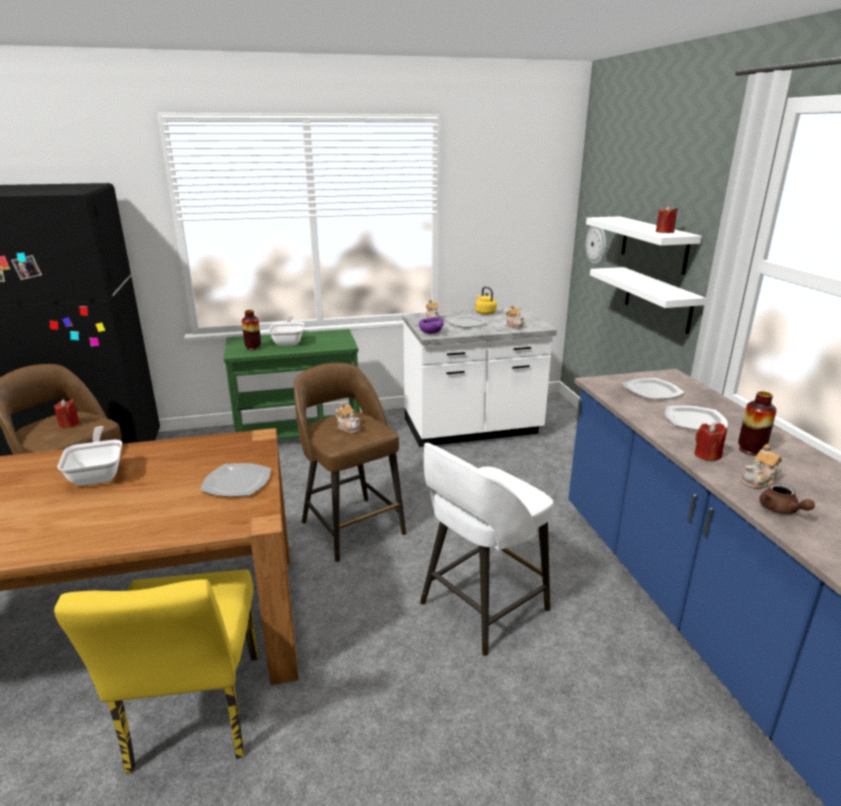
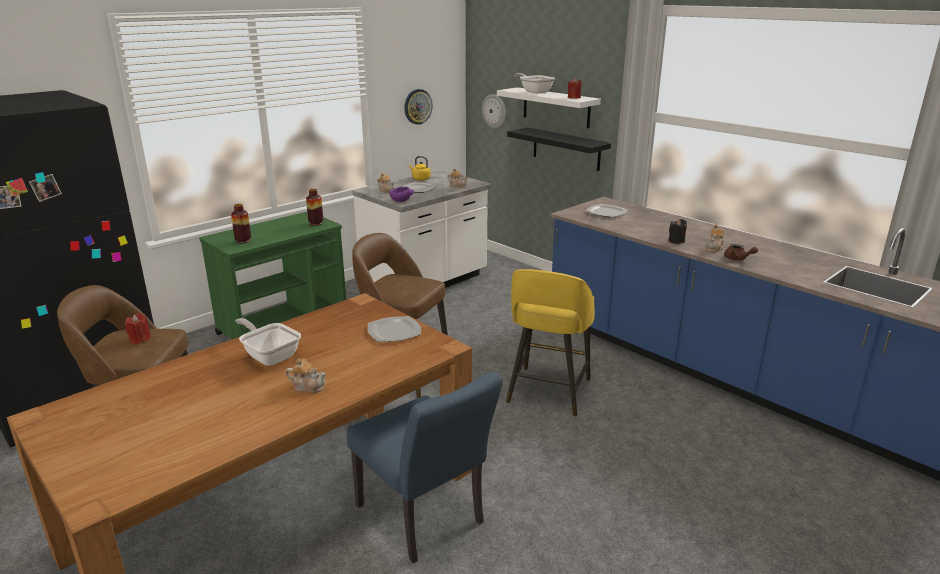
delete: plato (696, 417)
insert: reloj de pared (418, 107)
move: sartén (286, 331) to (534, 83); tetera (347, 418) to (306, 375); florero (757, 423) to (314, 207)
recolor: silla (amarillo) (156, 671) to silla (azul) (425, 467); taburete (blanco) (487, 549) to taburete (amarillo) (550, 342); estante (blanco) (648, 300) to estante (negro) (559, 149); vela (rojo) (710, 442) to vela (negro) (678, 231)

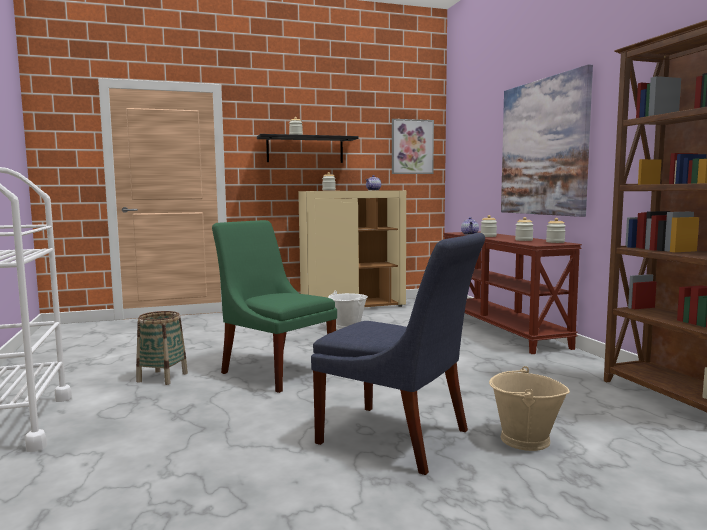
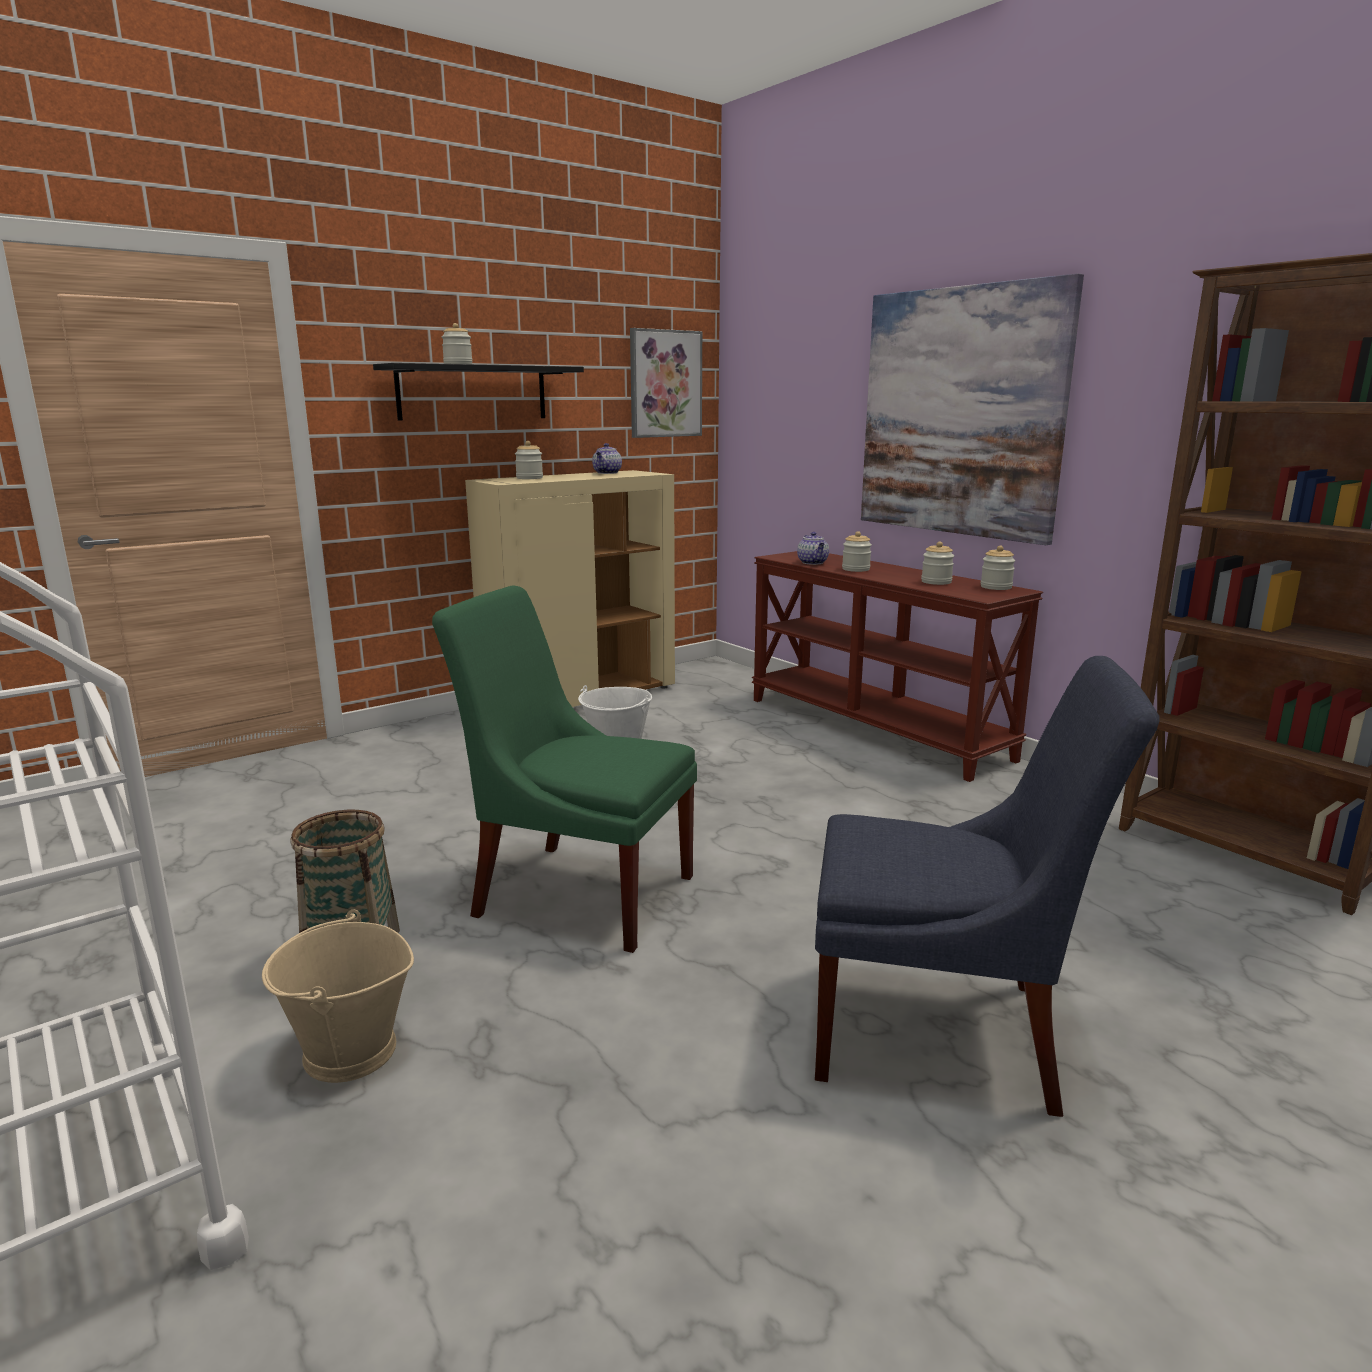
move: cubo (beis) (529, 408) to (338, 996)

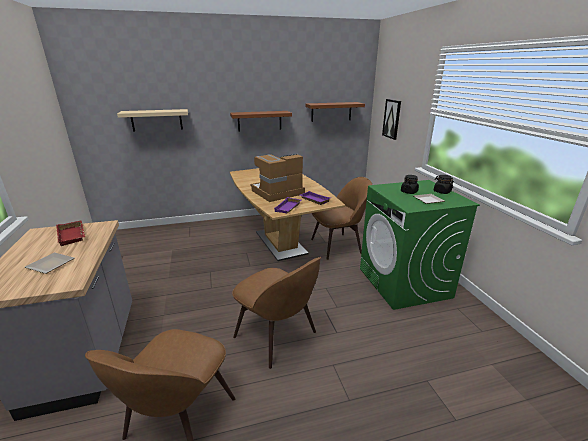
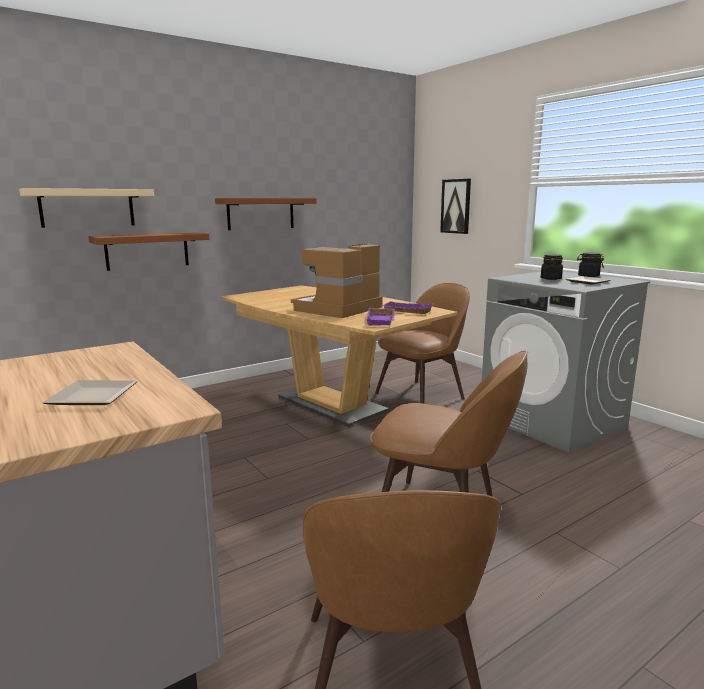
delete: bandeja (rojo) (70, 233)
move: estante (marrón) (335, 112) to (148, 251)
recolor: lavadora (verde) (420, 245) to lavadora (gris) (566, 362)

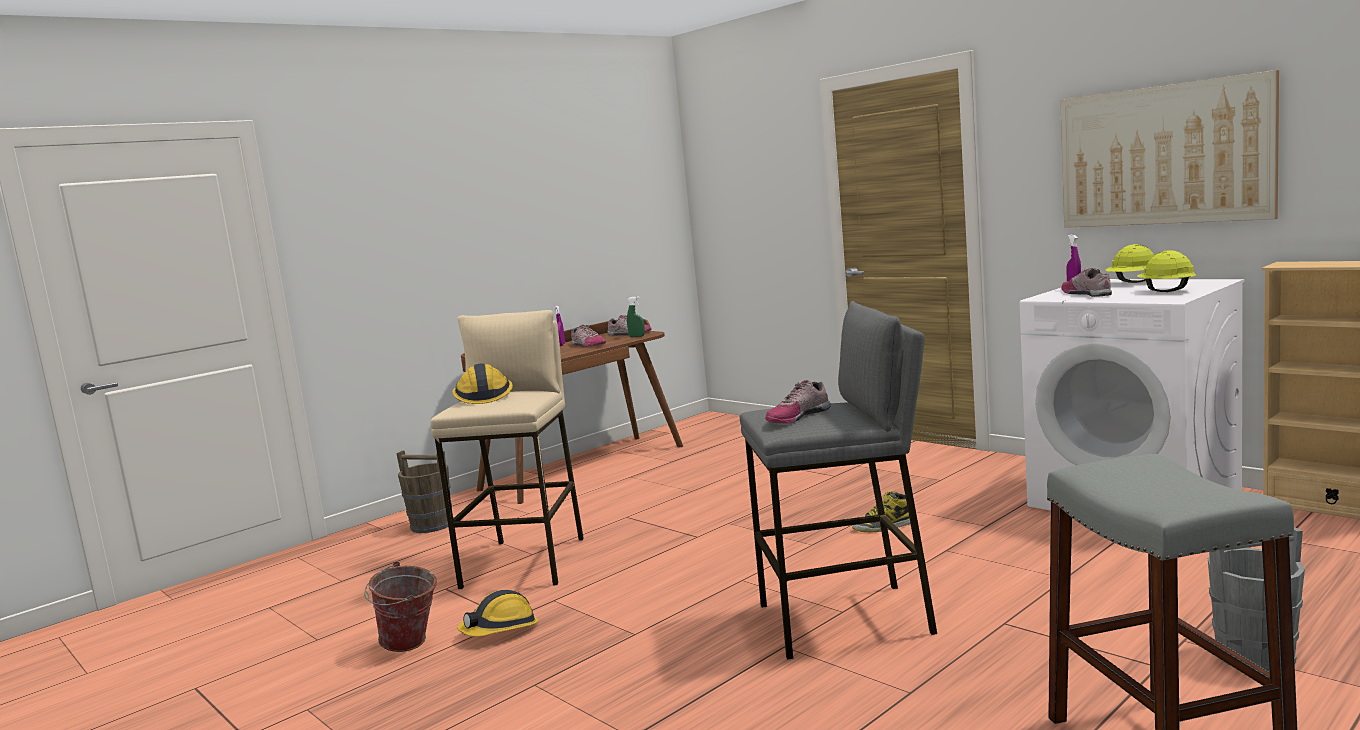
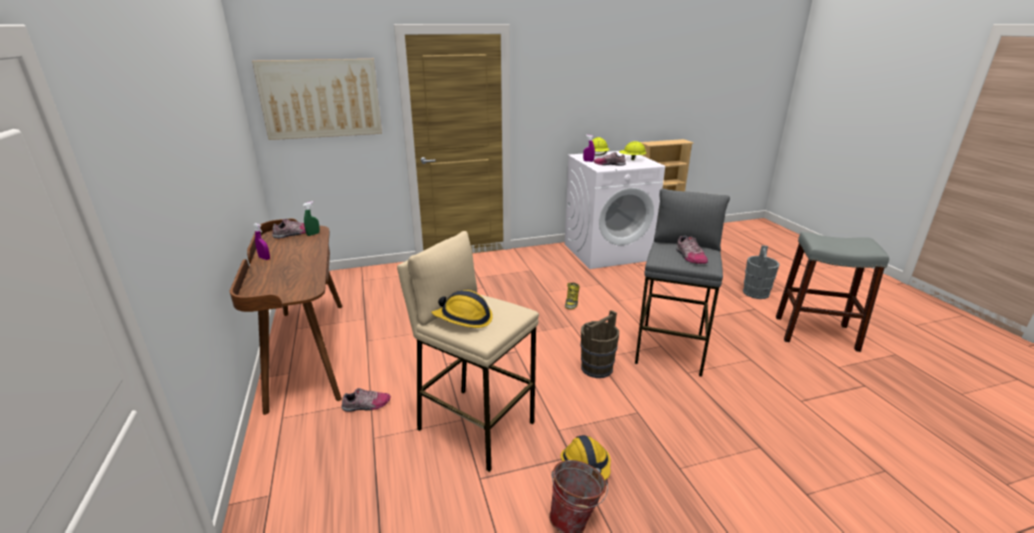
move: cubo (marrón) (424, 491) to (600, 344); zapato (588, 336) to (366, 400); cuadro (1169, 149) to (317, 99)

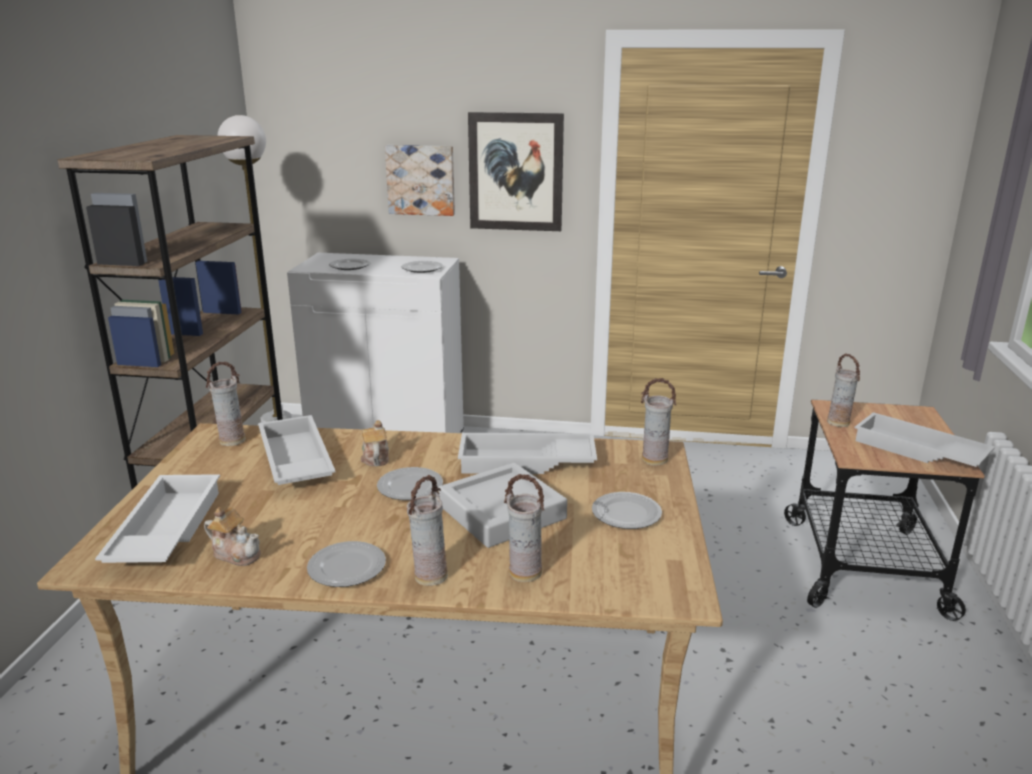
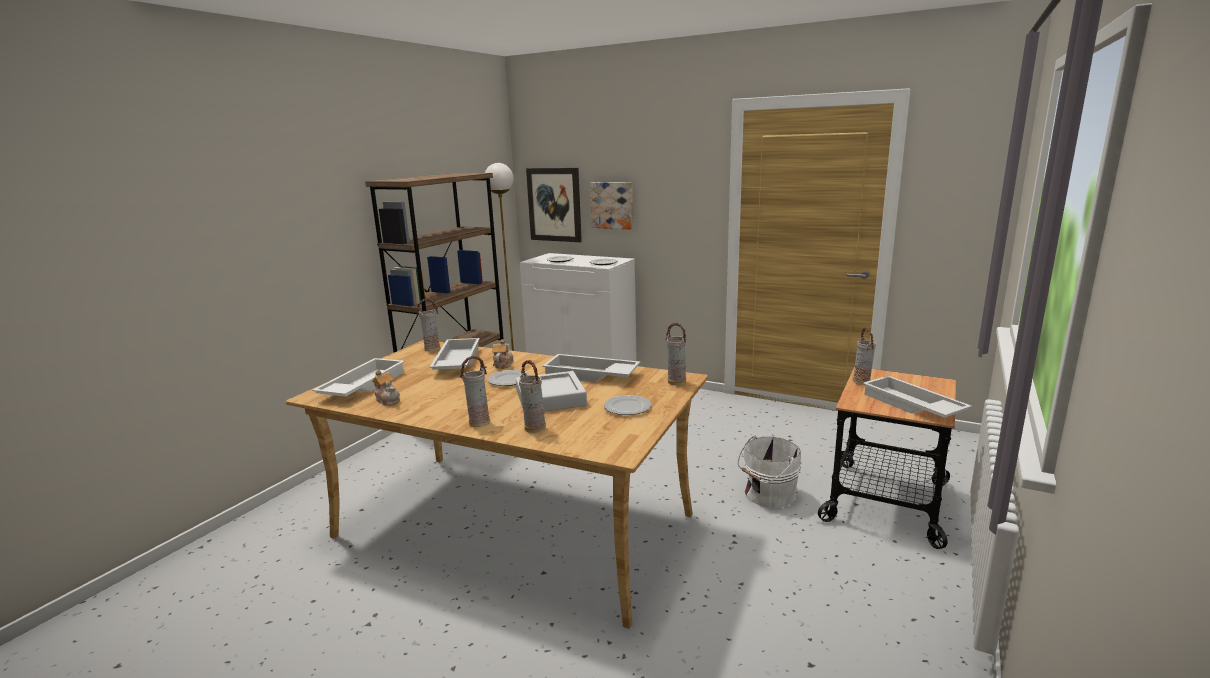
delete: plato (346, 564)
insert: cubo (blanco) (769, 471)
move: cuadro (516, 171) to (554, 205)

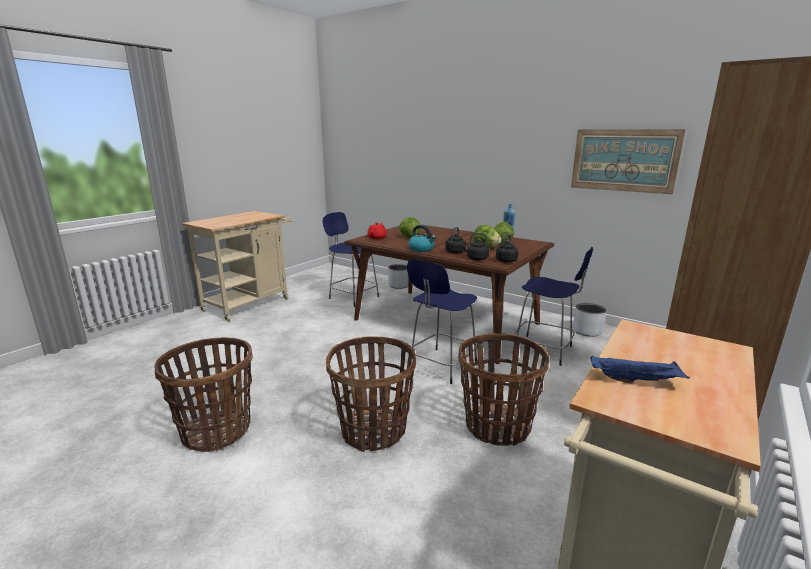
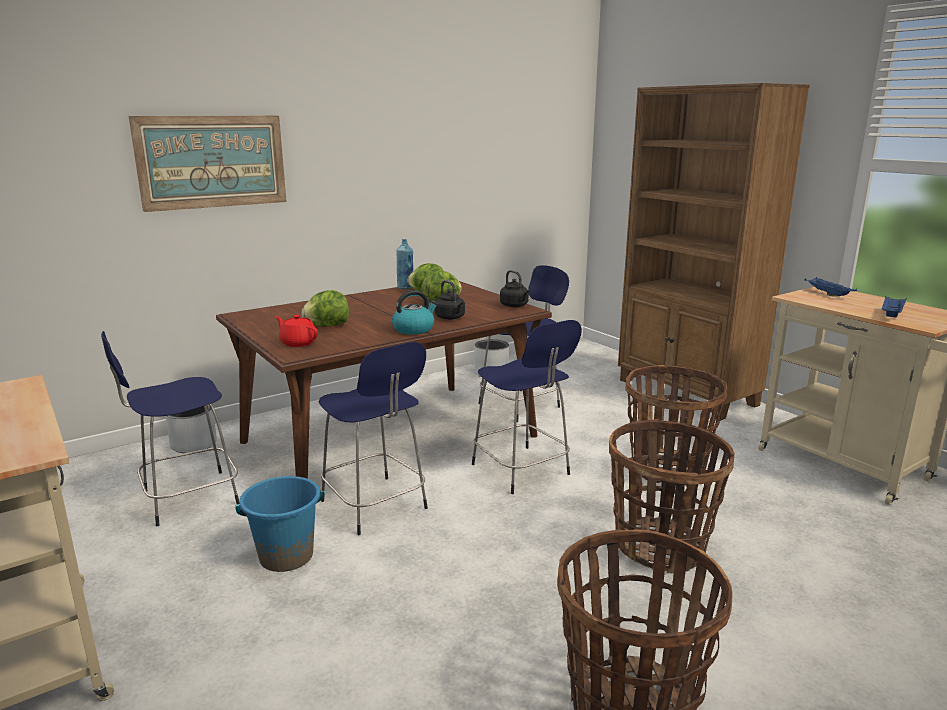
delete: hervidor (negro) (475, 246)
insert: cubo (azul) (280, 524); taburete (azul) (373, 438); bandeja (azul) (830, 286)
move: cuadro (628, 161) to (208, 164)

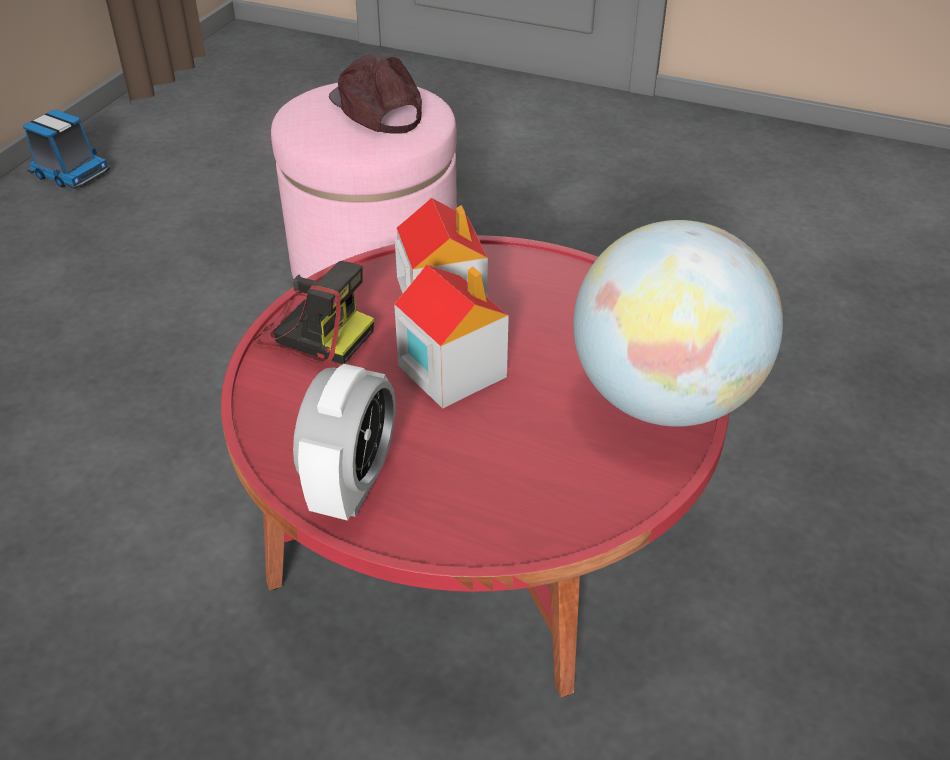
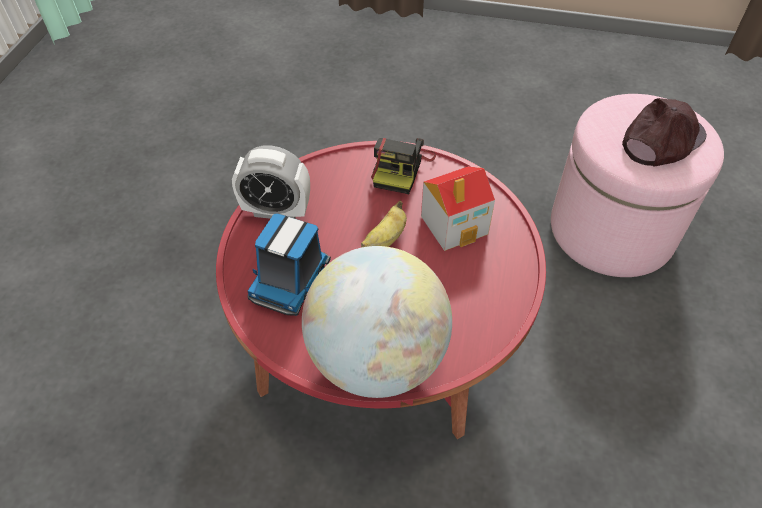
move: camión de juguete (66, 149) to (289, 264)
replace: casita (451, 337) to plátano (384, 224)

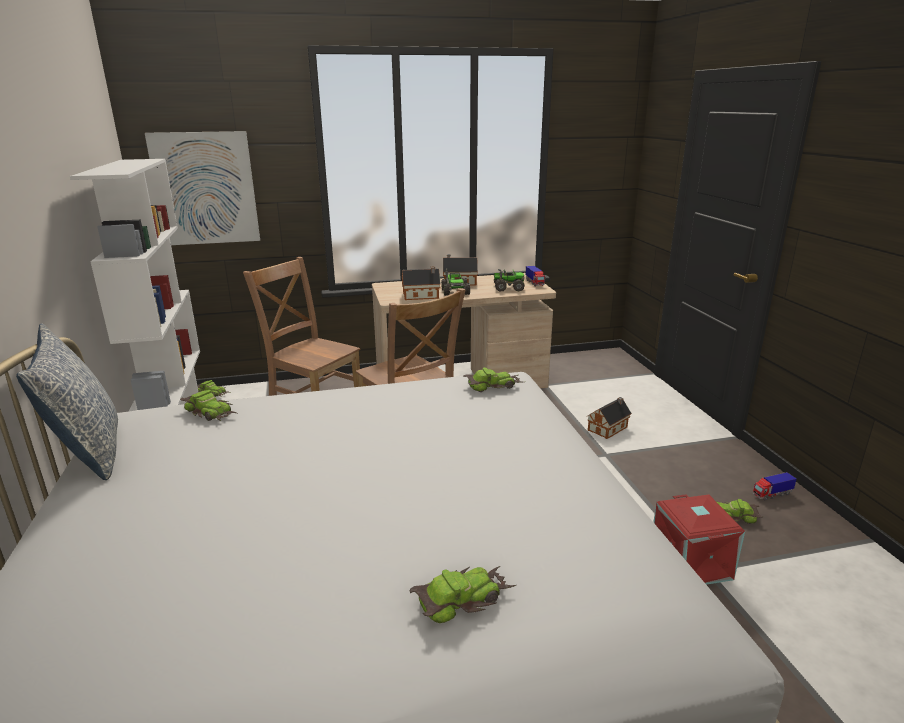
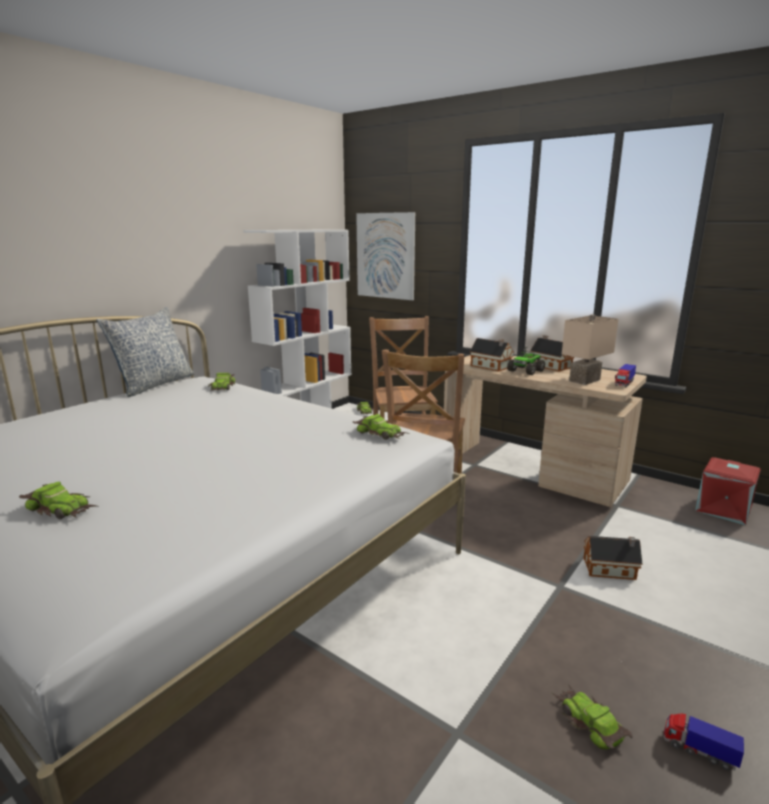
move: caja de almacenaje (rojo) (699, 539) to (728, 491)
replace: camión de juguete (509, 280) to lámpara de mesa (beis) (590, 349)

